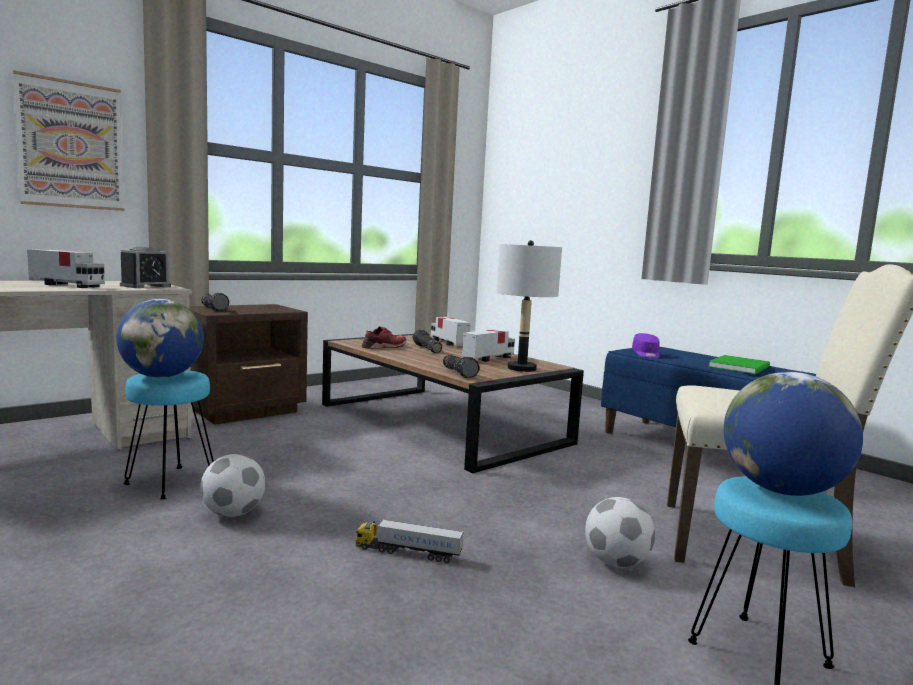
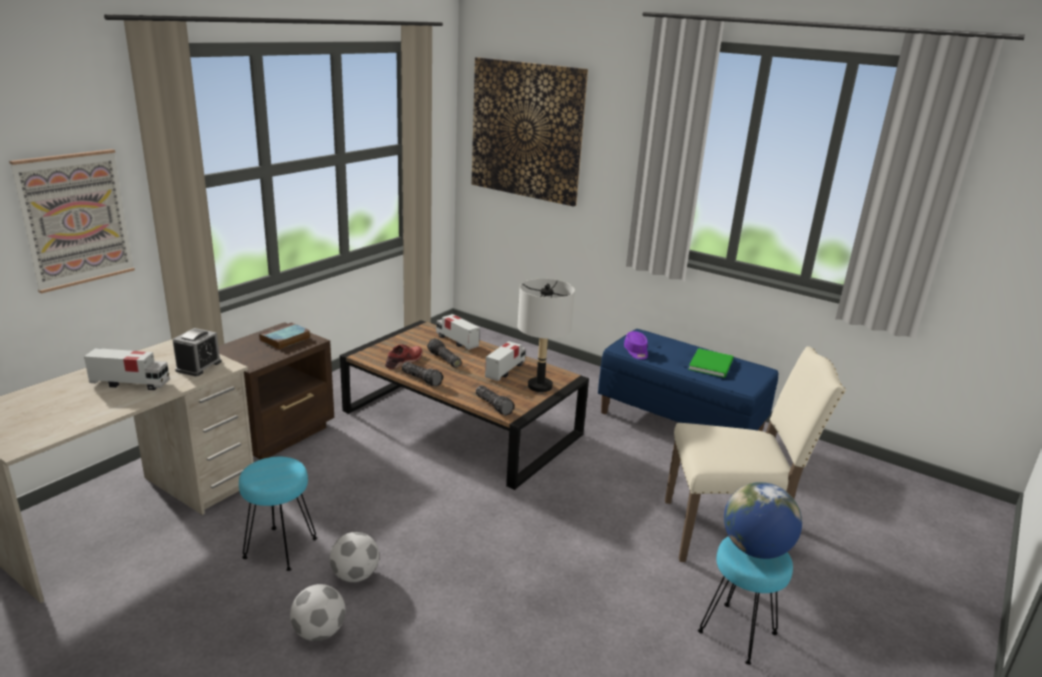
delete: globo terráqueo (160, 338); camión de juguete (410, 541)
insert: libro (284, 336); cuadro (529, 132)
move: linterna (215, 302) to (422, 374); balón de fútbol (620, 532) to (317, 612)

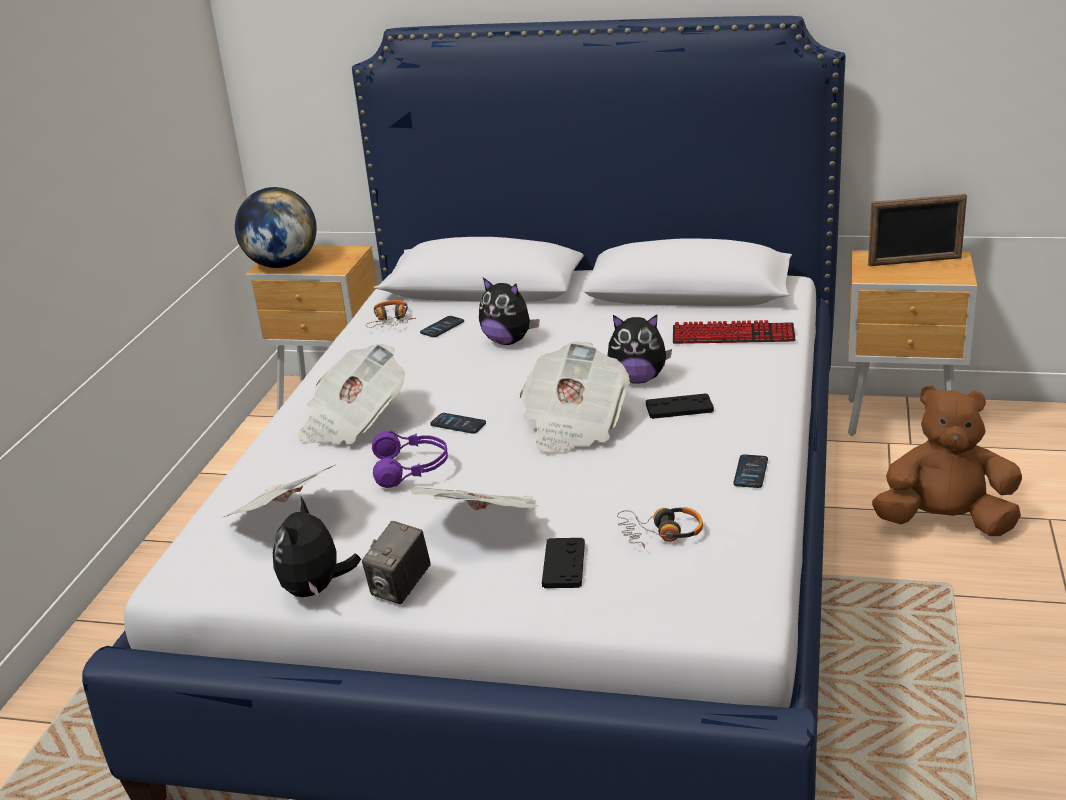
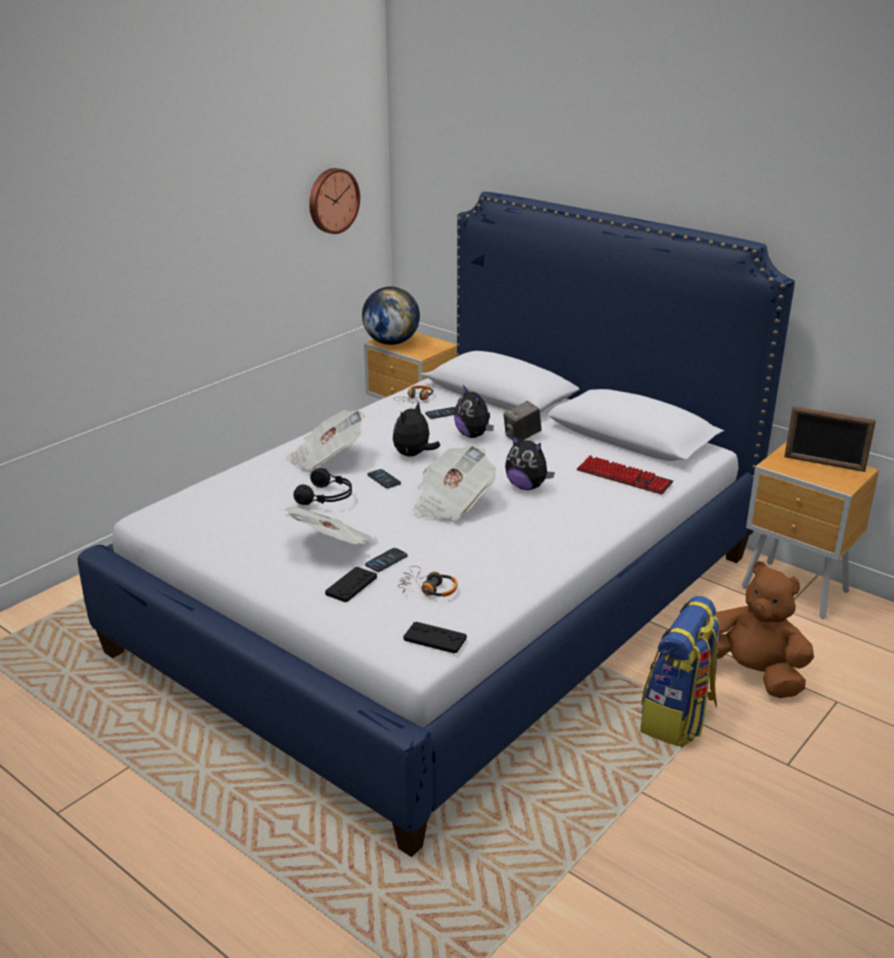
delete: periódico (278, 491)
insert: reloj de pared (334, 201); mochila (680, 672)
move: peluche (317, 547) to (417, 429); cámara (396, 562) to (522, 421); mando de consola (negro) (680, 406) to (435, 638); móvil (751, 471) to (386, 560)
recolor: auriculares (morado) (410, 459) to auriculares (negro) (322, 486)

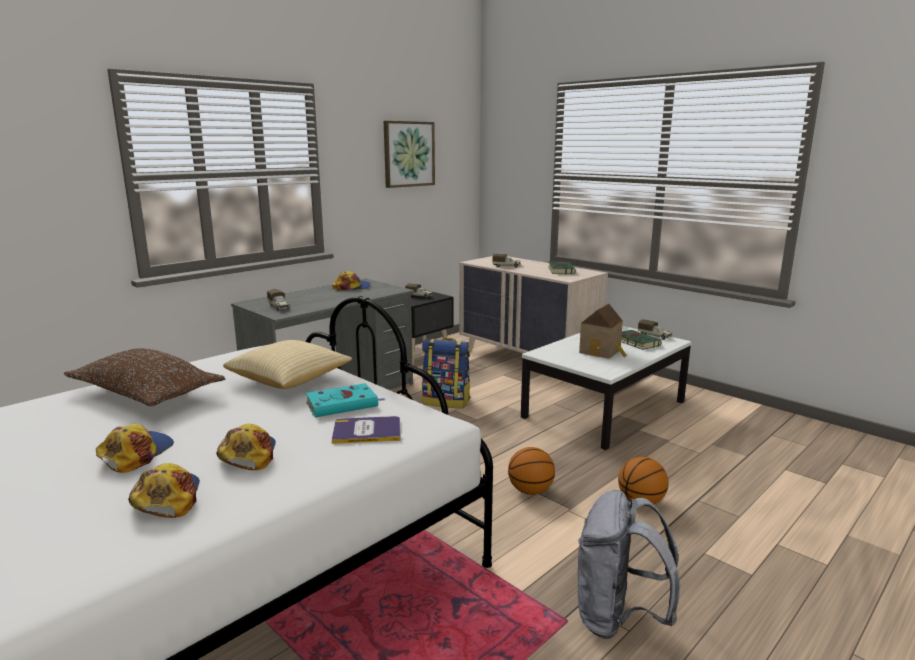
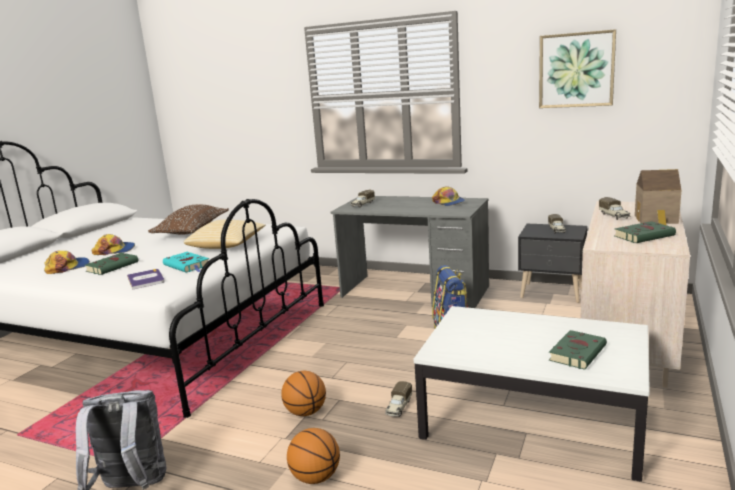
move: casita (603, 331) to (658, 197); camión de juguete (655, 329) to (398, 399)
replace: gorra (246, 447) to libro (verde) (111, 264)

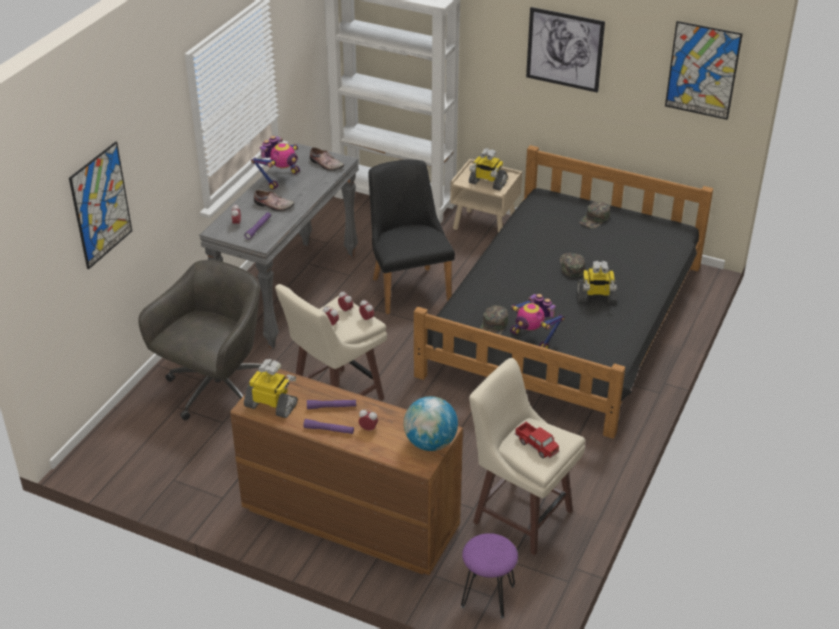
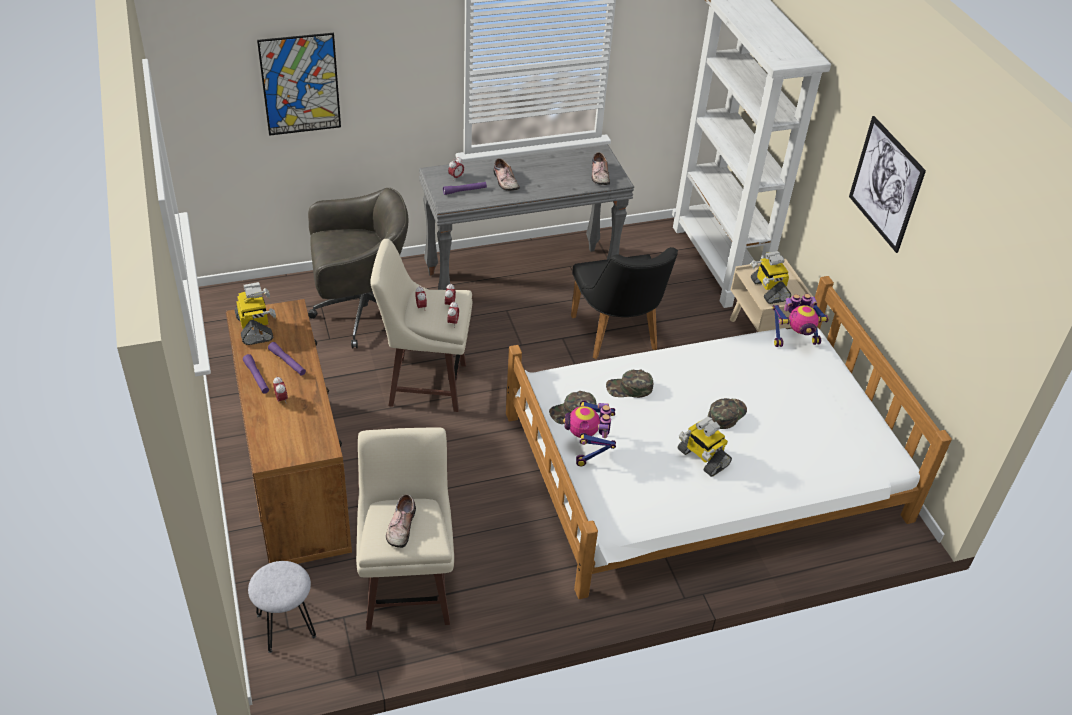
delete: globo terráqueo (431, 423); cuadro (704, 70)
move: robot de juguete (275, 163) to (800, 320); gorra (verde) (594, 214) to (629, 383)
replace: camión de juguete (537, 440) to zapato (401, 521)
recolor: cama (negro) (563, 292) to cama (blanco) (729, 437); taburete (morado) (489, 575) to taburete (gris) (282, 607)
rotate: silla (negro) (412, 237) = (624, 303) 135 degrees clockwise

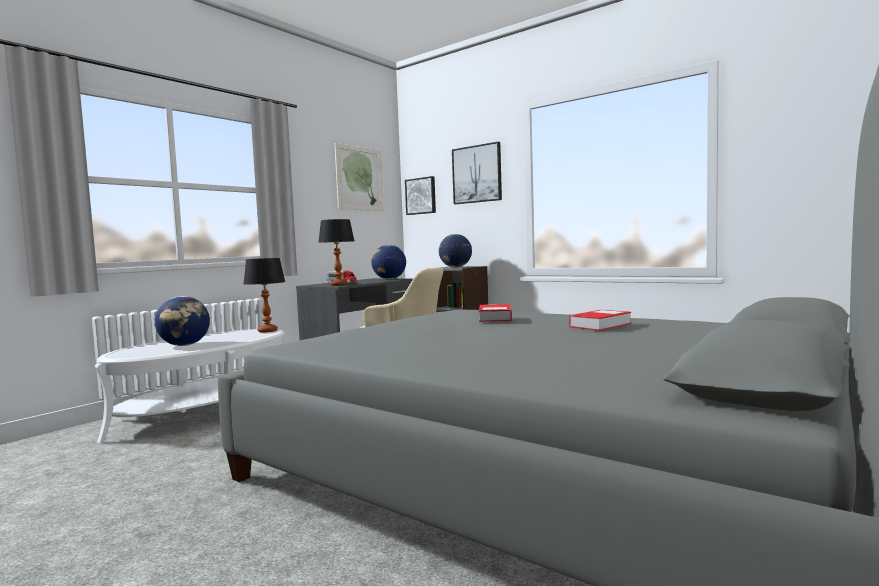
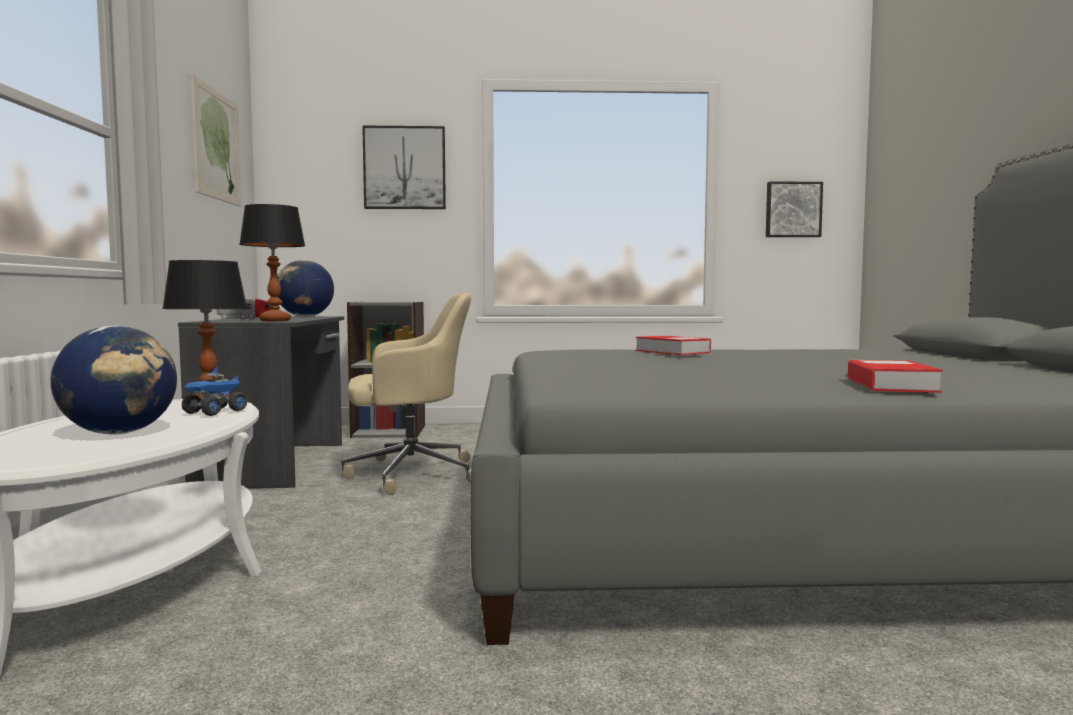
delete: globo terráqueo (455, 251)
insert: camión de juguete (214, 391)
move: cuadro (420, 195) to (794, 209); libro (600, 320) to (895, 376)

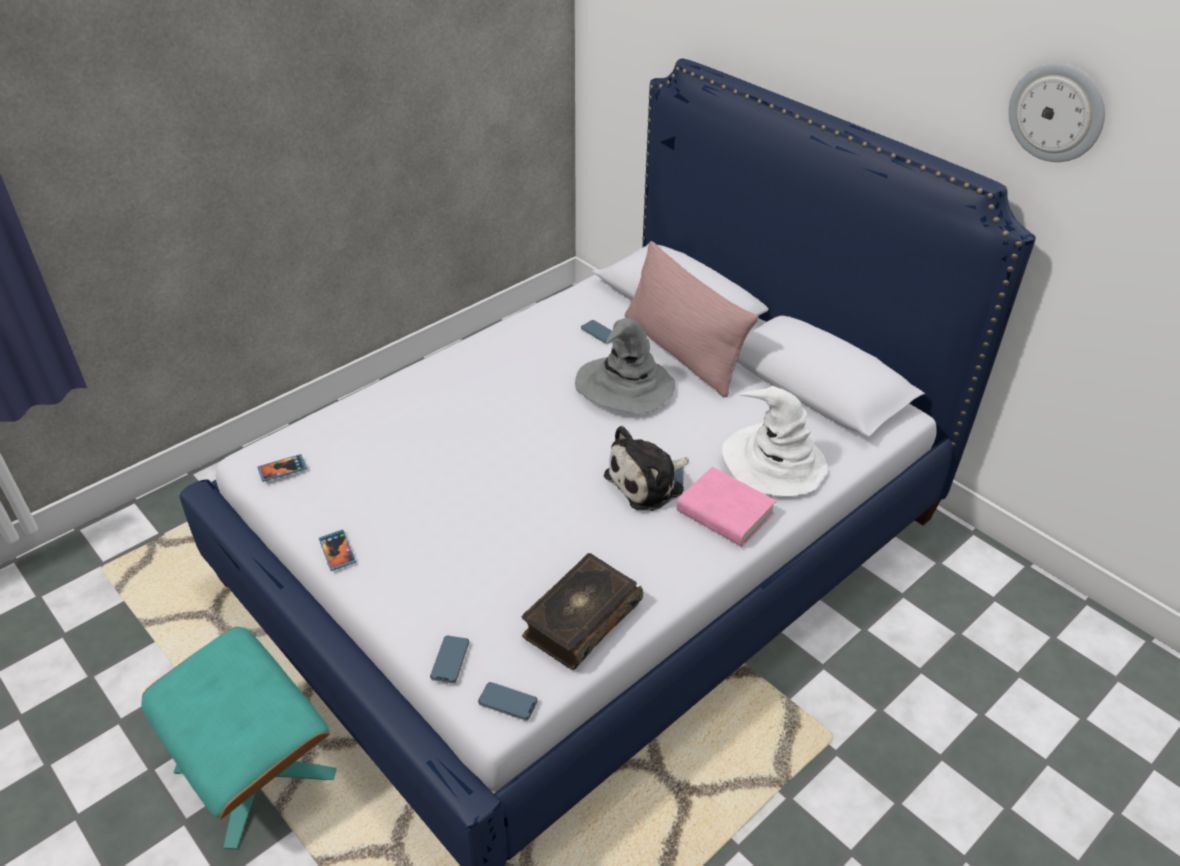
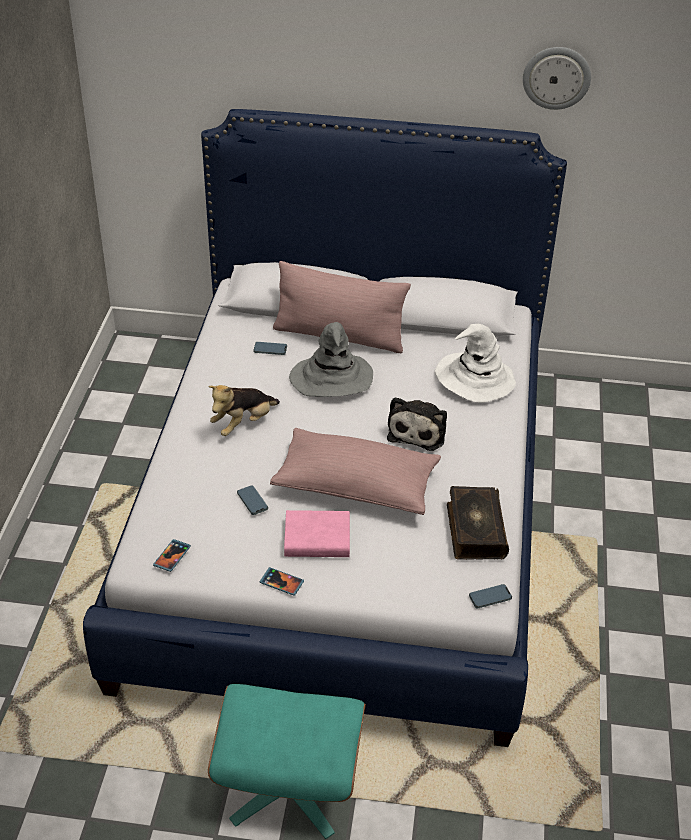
insert: peluche (244, 410); cojín (rosa) (355, 471)
move: móvil (449, 660) to (252, 500); libro (rosa) (726, 507) to (317, 533)

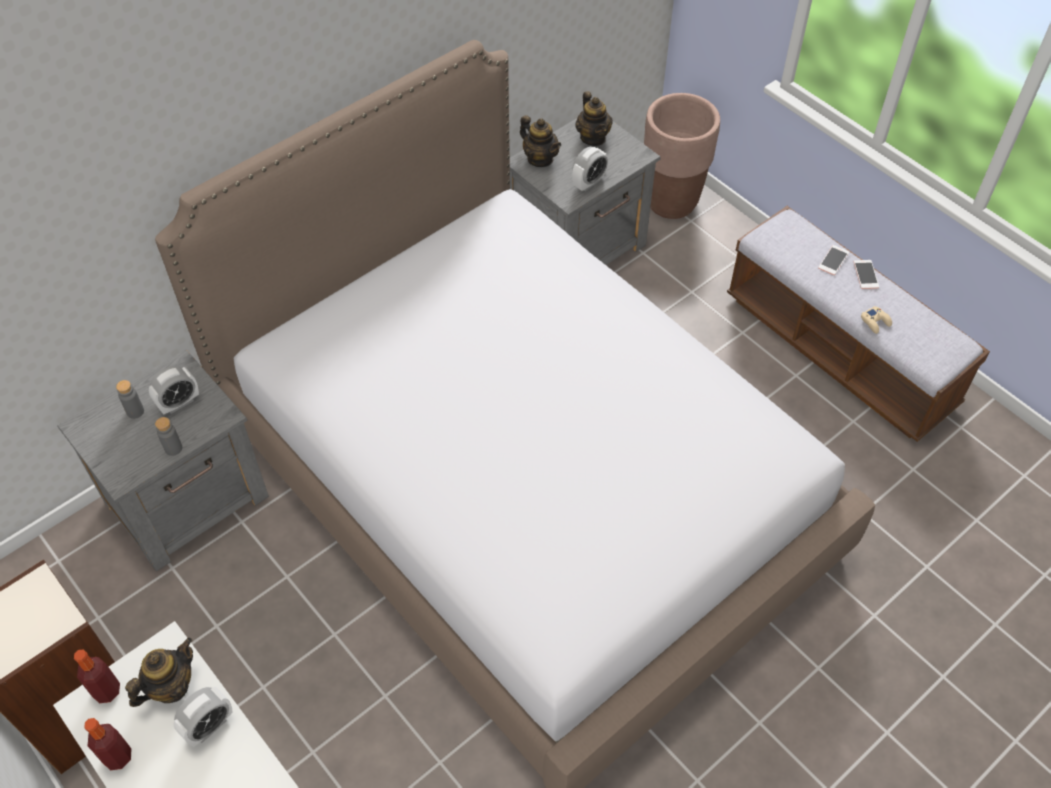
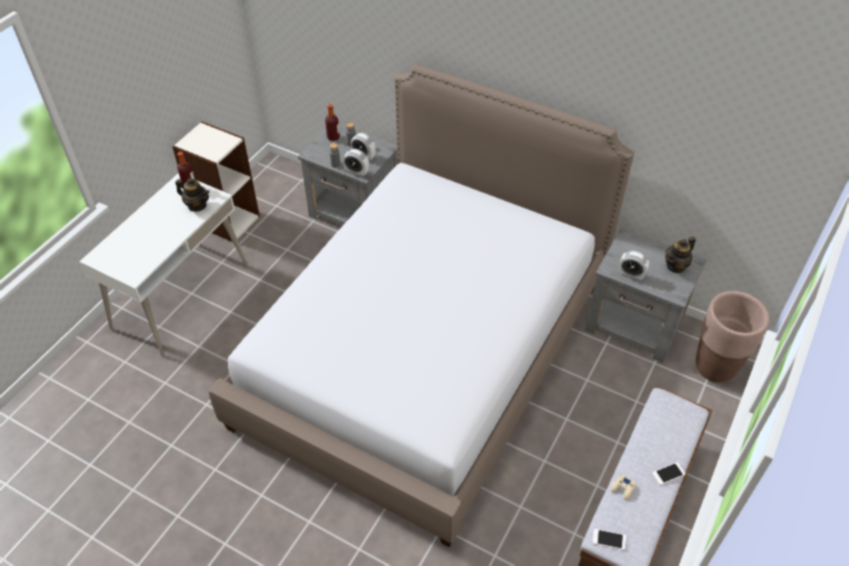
delete: tetera (540, 141)
move: botella (108, 744) to (332, 122); despertador (203, 717) to (356, 163); móvil (833, 260) to (609, 539)

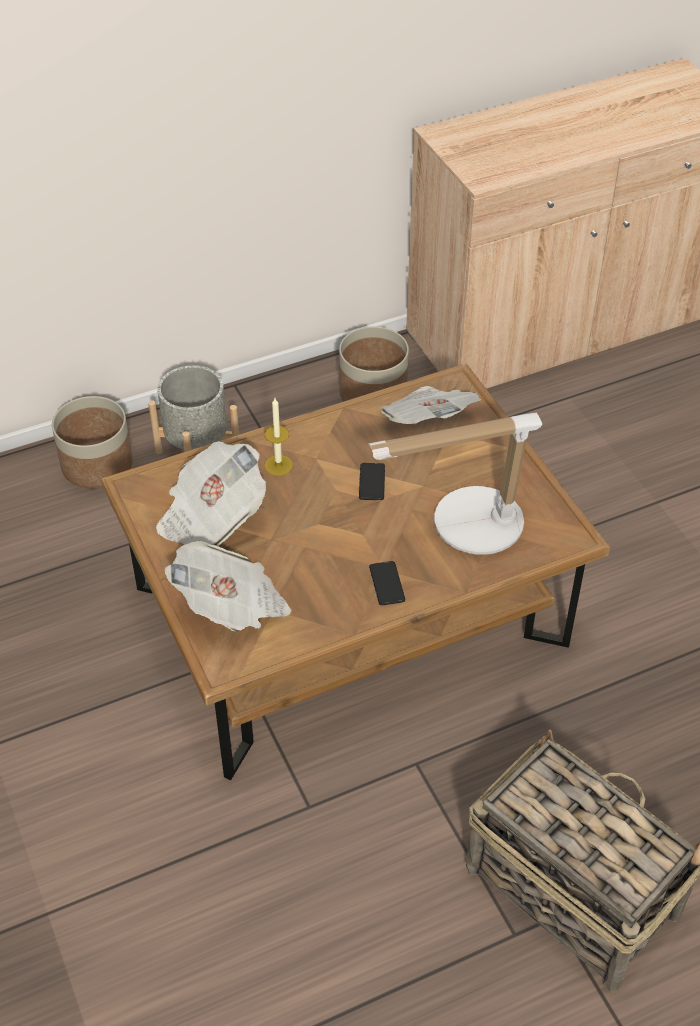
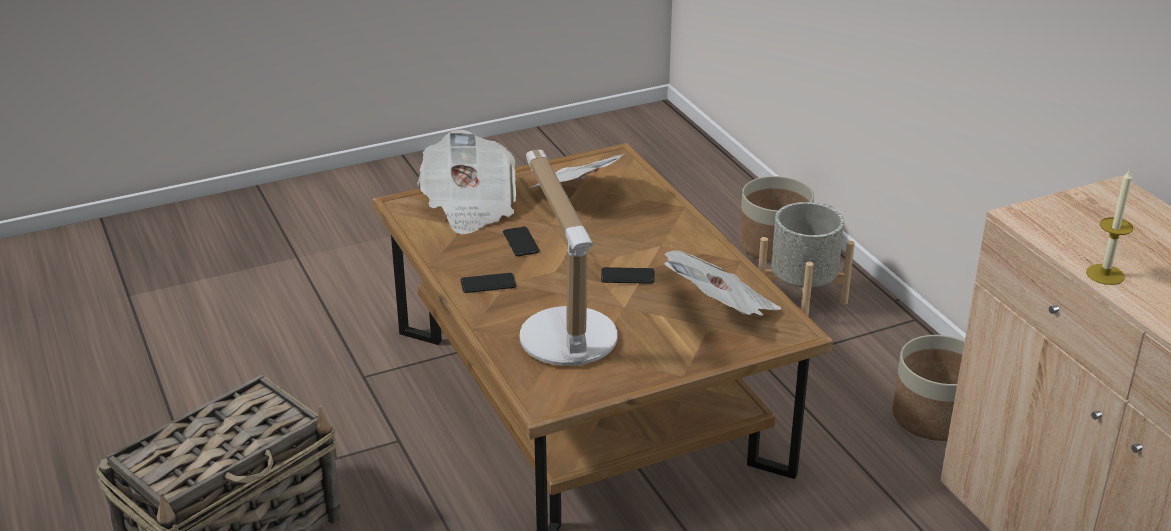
insert: móvil (521, 241)
move: vela (279, 437) to (1110, 227)

